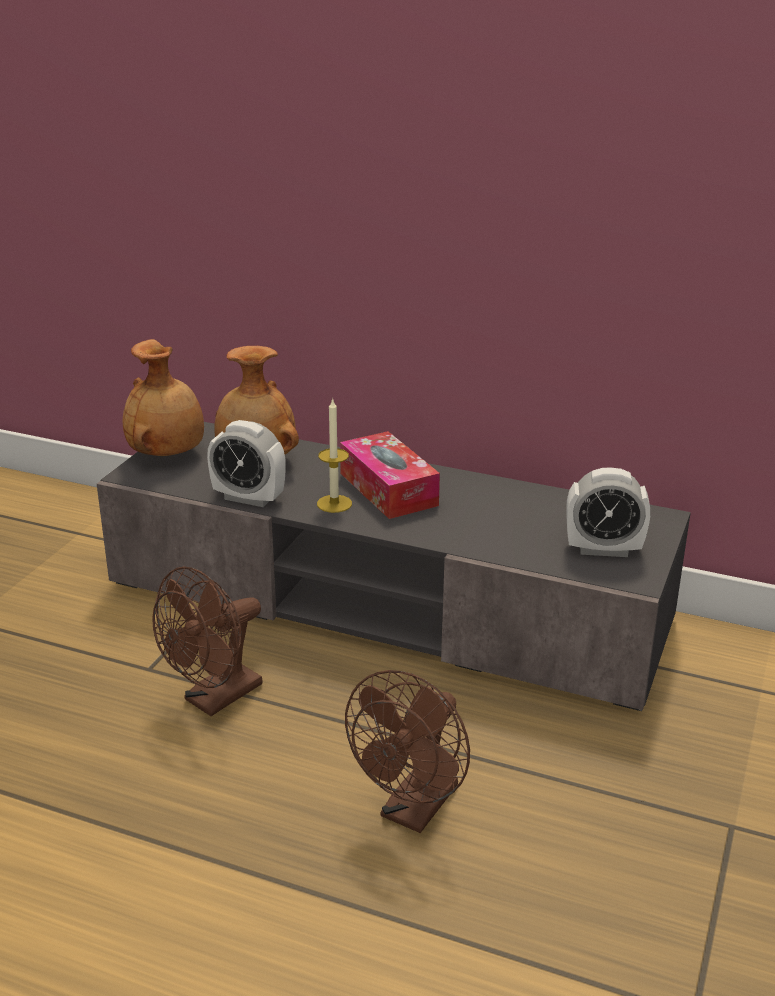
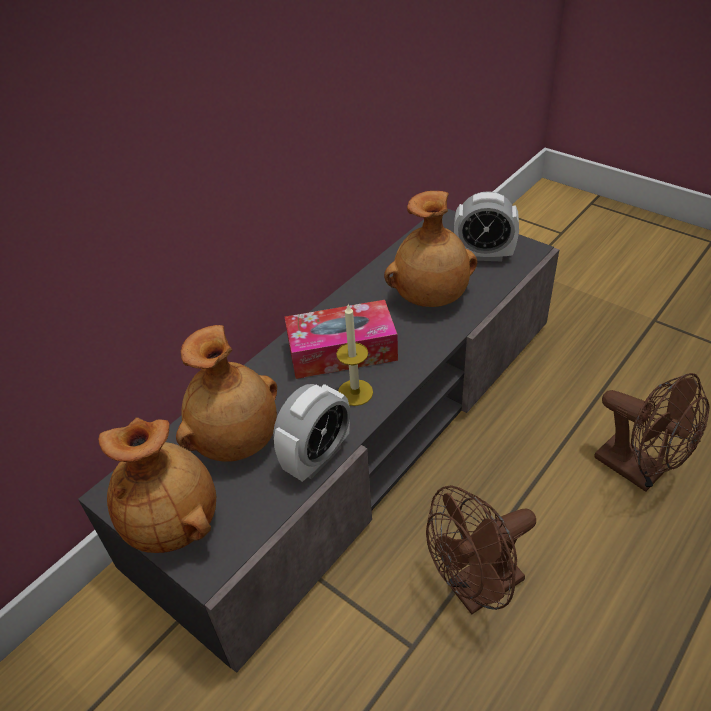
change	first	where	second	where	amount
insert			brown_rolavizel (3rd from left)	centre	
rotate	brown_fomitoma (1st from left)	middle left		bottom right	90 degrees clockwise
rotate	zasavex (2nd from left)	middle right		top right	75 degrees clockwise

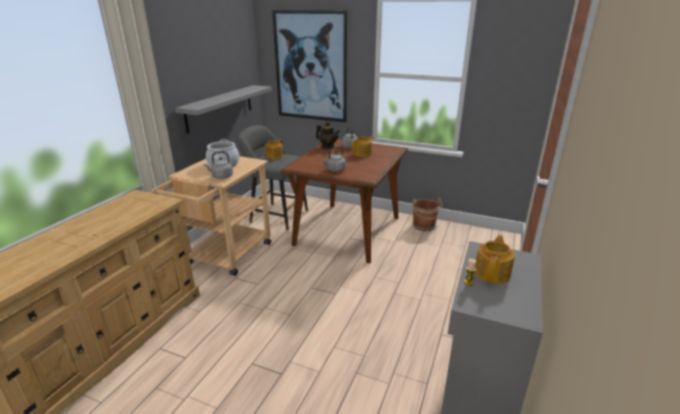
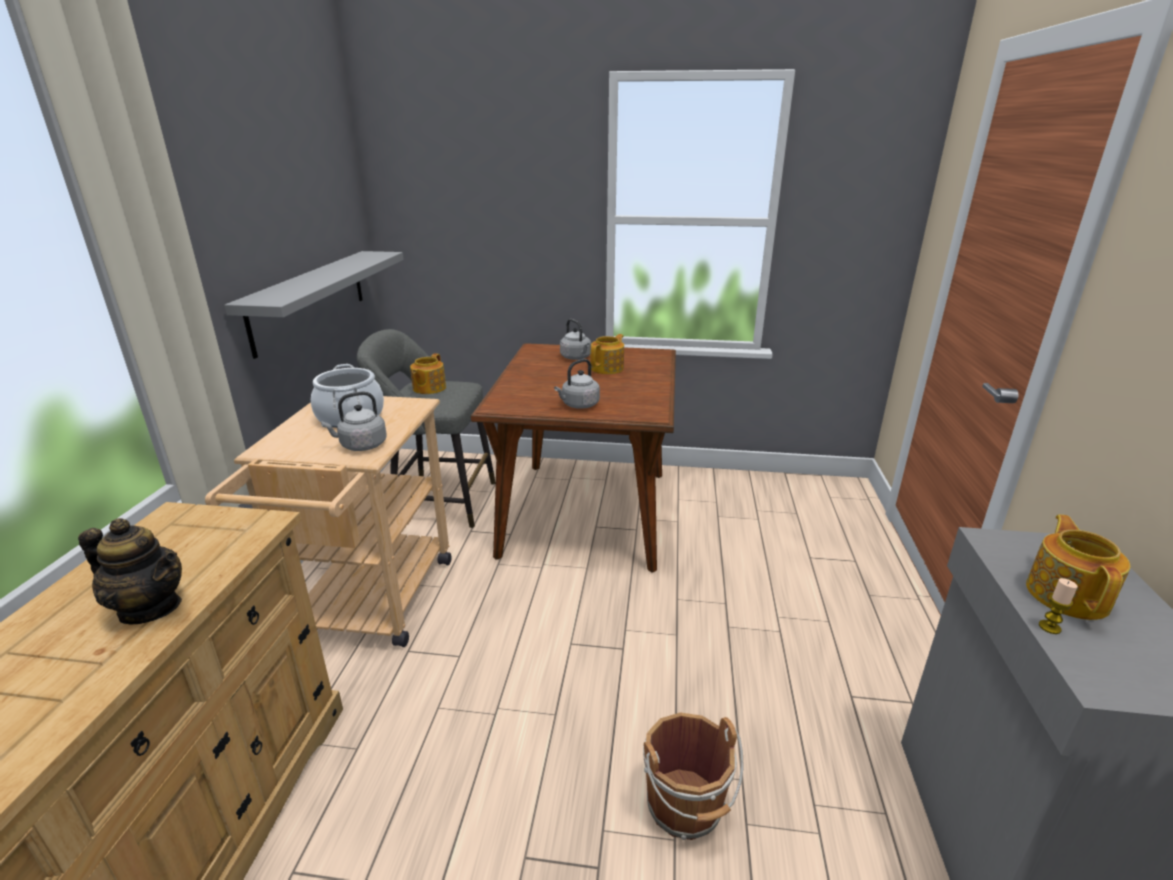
change	first	where	second	where	amount
move	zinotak (2nd from left in the first image)	top centre	zinotak (1st from left)	middle left	
move	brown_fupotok	centre		bottom centre	
delete	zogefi	top centre			

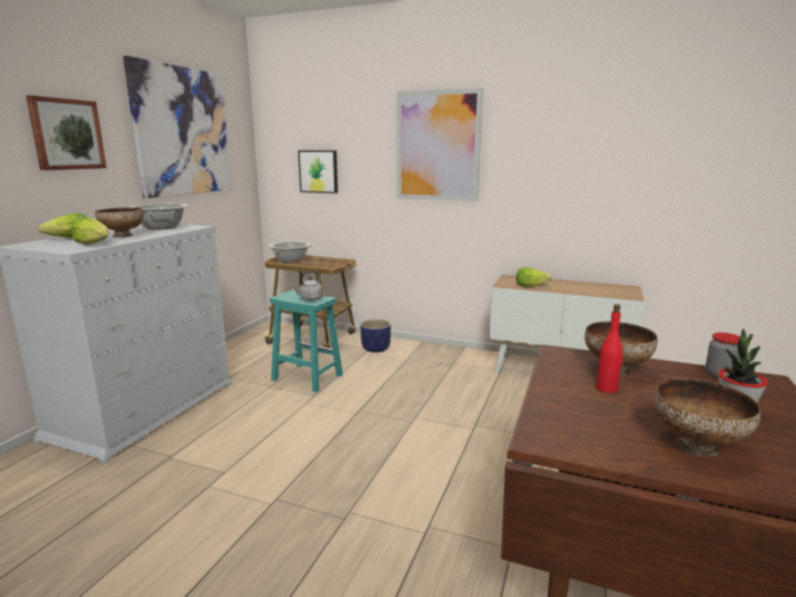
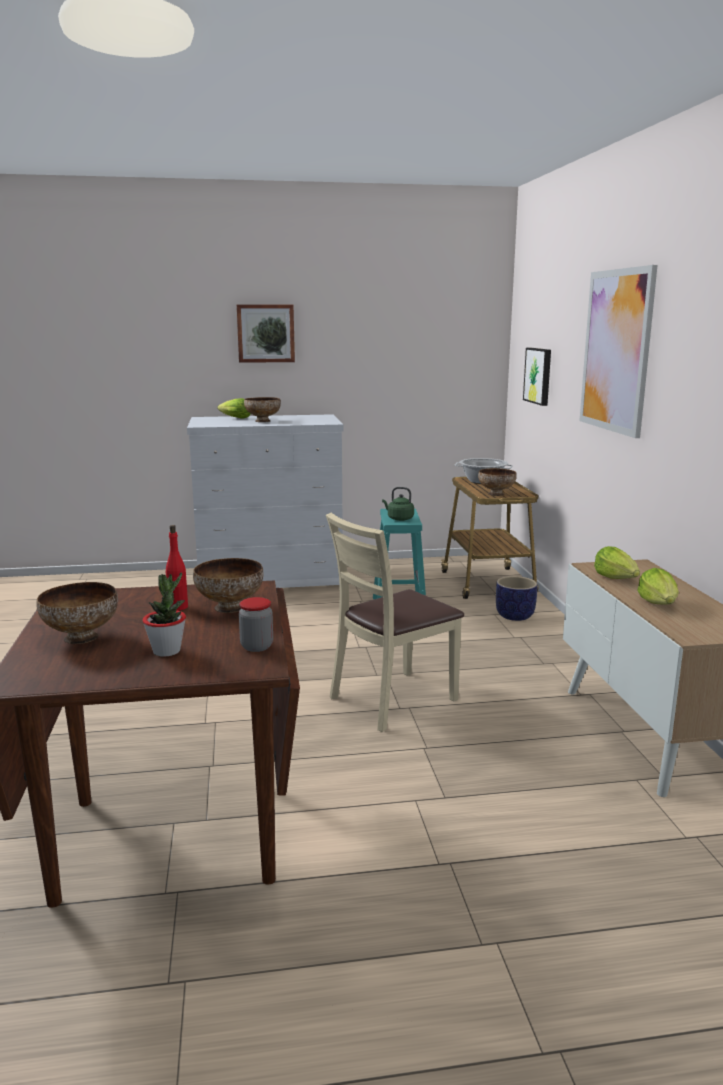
change	first	where	second	where	amount
insert			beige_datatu	centre	
recolor	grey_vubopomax	centre	green_vubopomax	centre	
insert			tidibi (4th from left)	middle right	
move	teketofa (2nd from left in the first image)	middle left	teketofa (3rd from left)	middle right	
delete	zogefi (2nd from left)	top left			
delete	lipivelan (1st from left)	middle left			

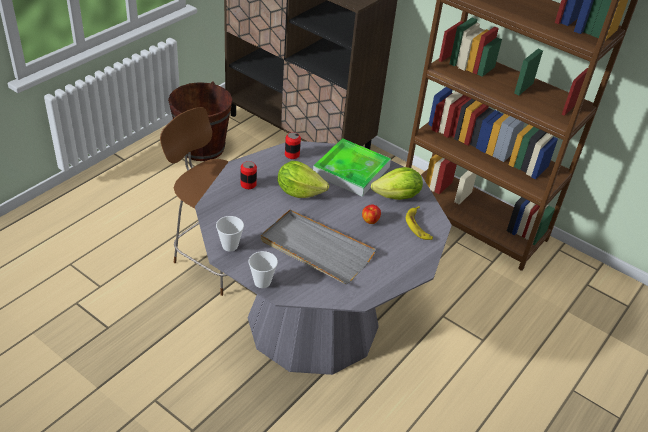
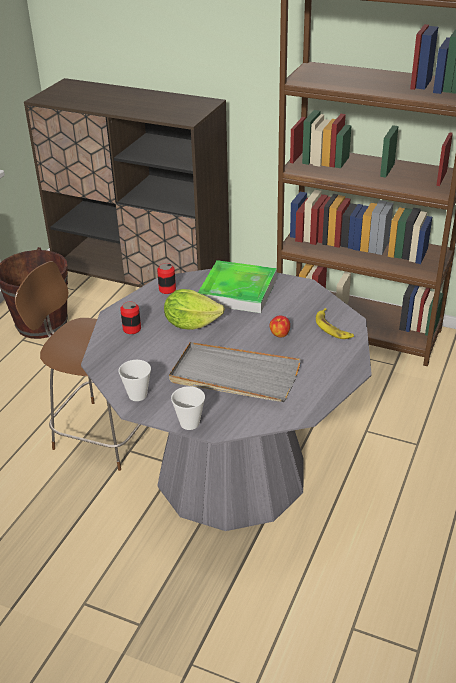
change	first	where	second	where	amount
delete	teketofa (2nd from left)	centre			

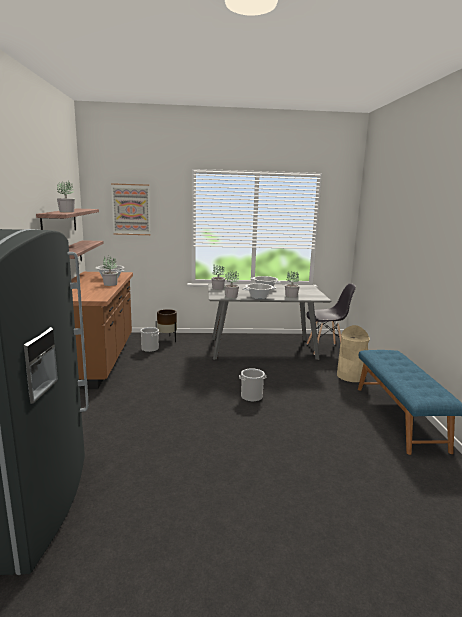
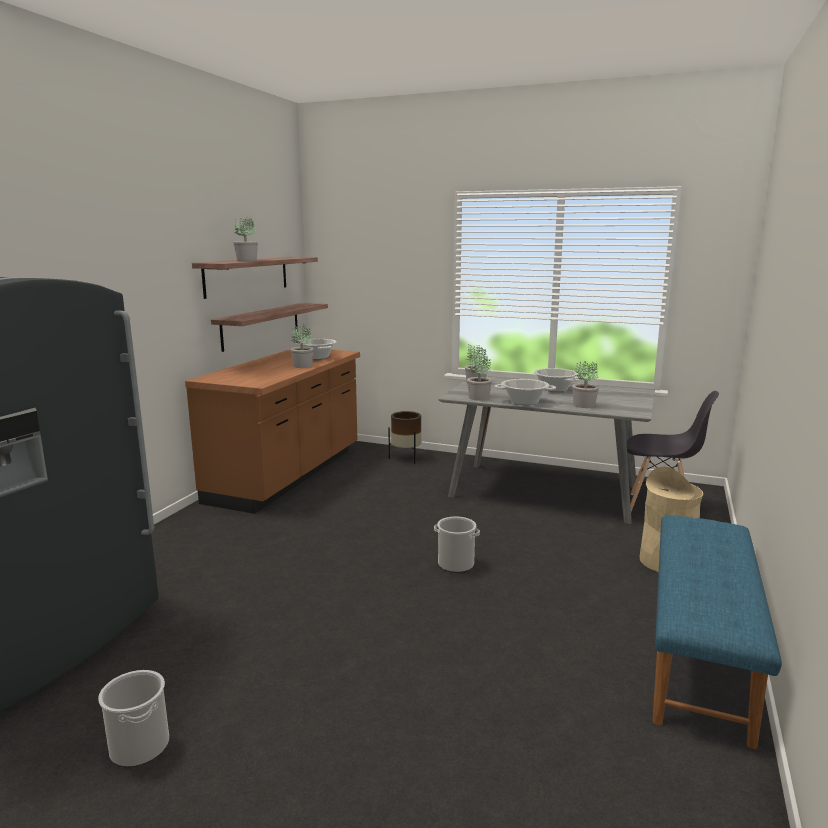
change	first	where	second	where	amount
move	fupotok (1st from left)	middle left		bottom left	
delete	zogefi	middle left			

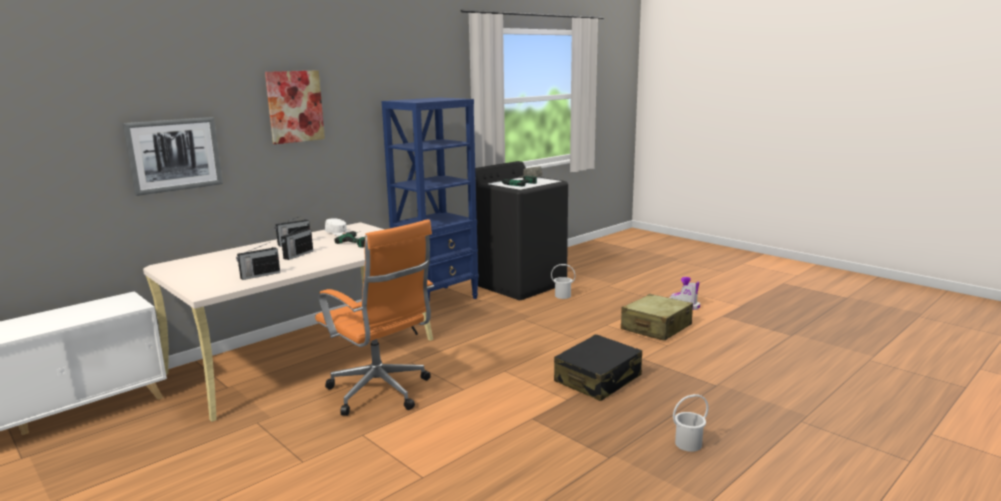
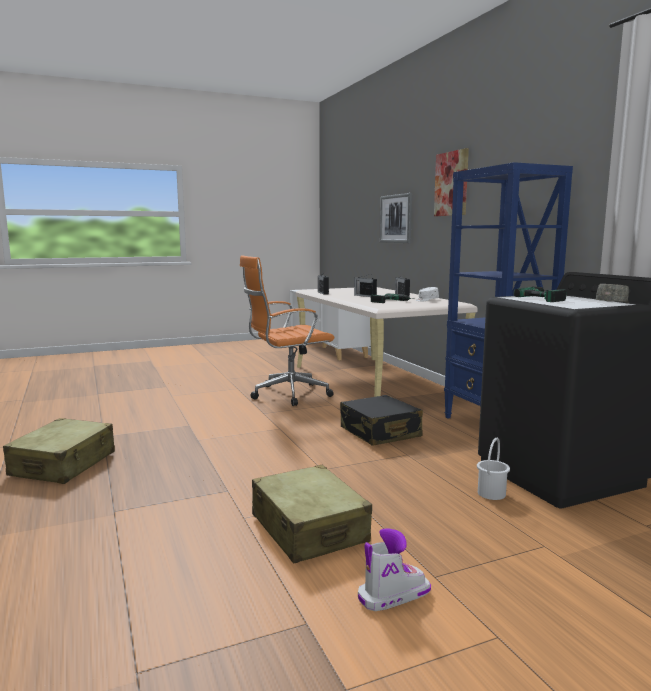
change	first	where	second	where	amount
replace	white_fupotok (2nd from left)	bottom right	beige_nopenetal (1st from left)	middle left	
move	black_nopenetal	bottom centre		centre	

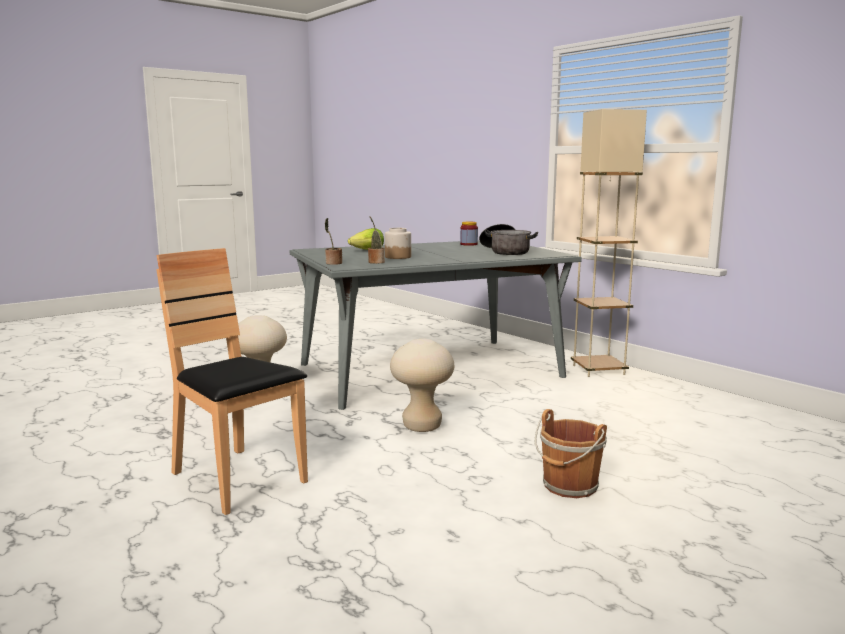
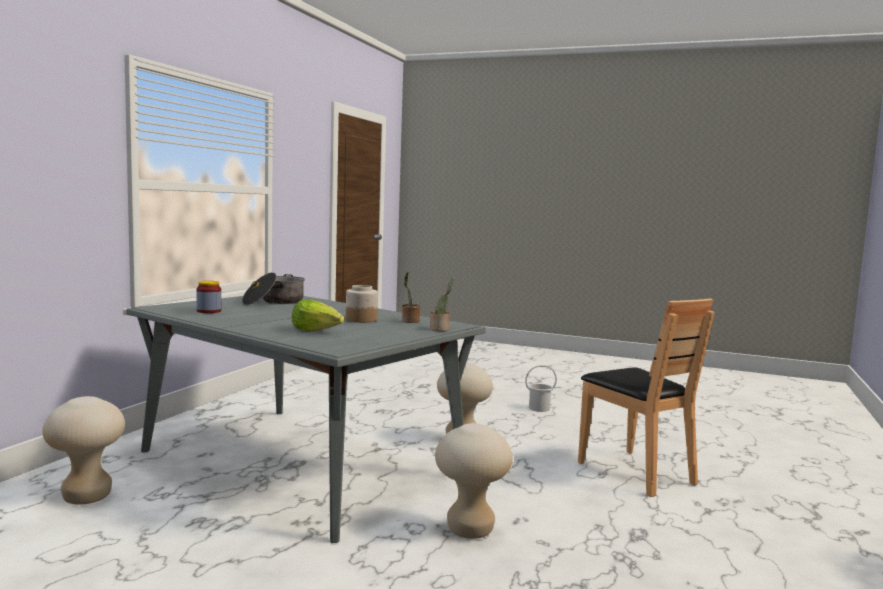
change	first	where	second	where	amount
insert			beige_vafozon (1st from left)	bottom left	
insert			white_fupotok	centre	
rotate	brown_datatu	middle left		bottom right	45 degrees counterclockwise
delete	brown_fupotok	bottom right			
delete	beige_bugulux	middle right			

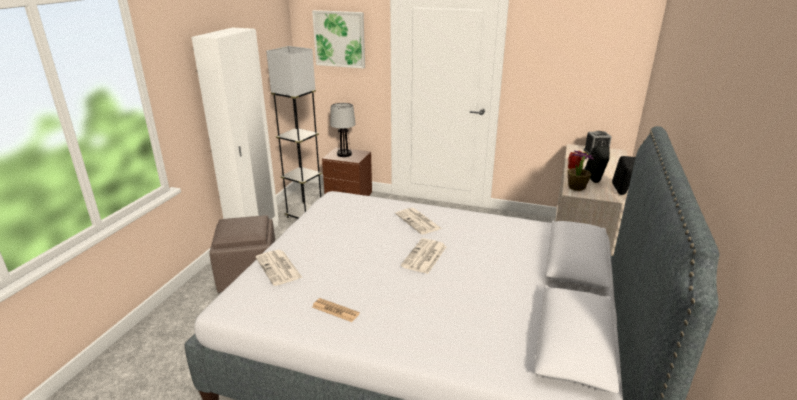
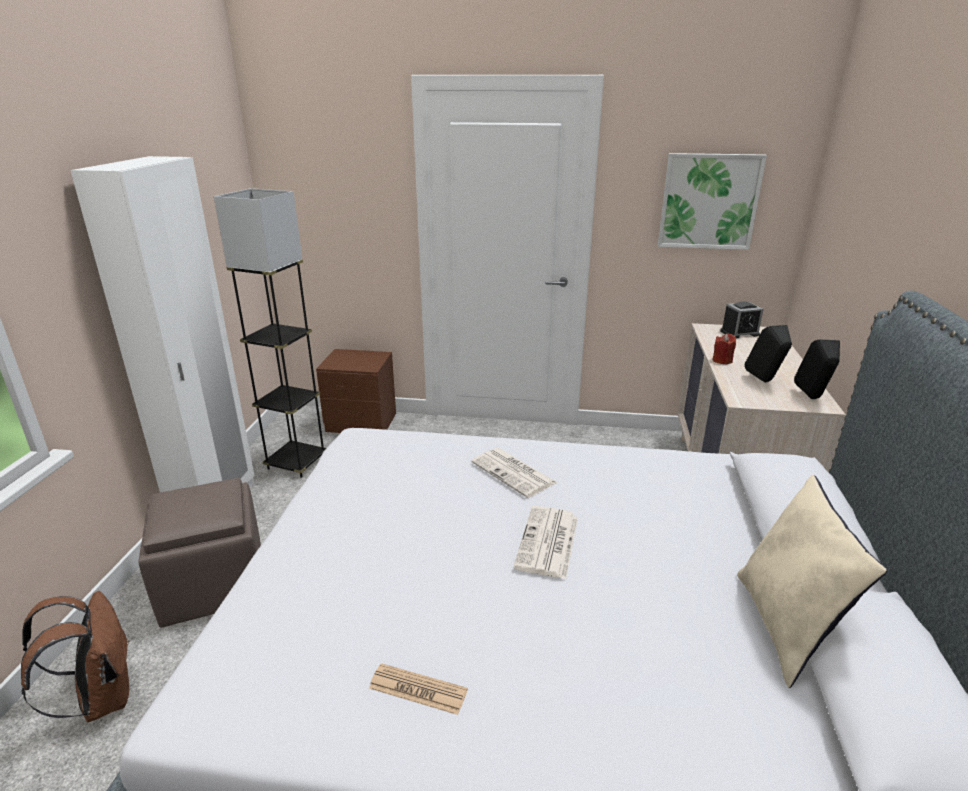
change	first	where	second	where	amount
insert			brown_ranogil	bottom left	
move	zogefi	top centre		top right	
insert			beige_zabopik	bottom right	
delete	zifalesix (1st from left)	bottom centre			
delete	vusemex	top centre			
delete	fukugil	middle right			

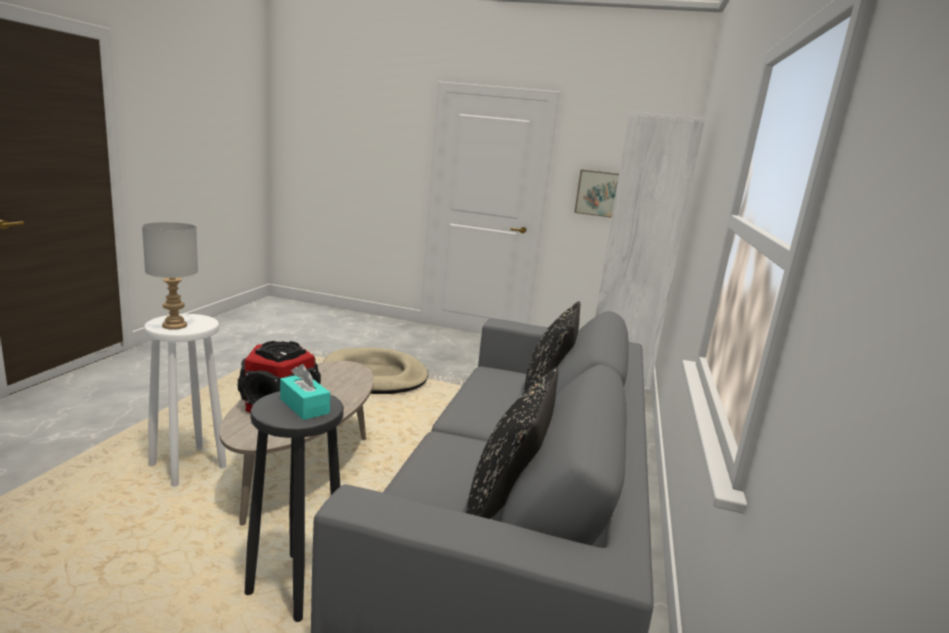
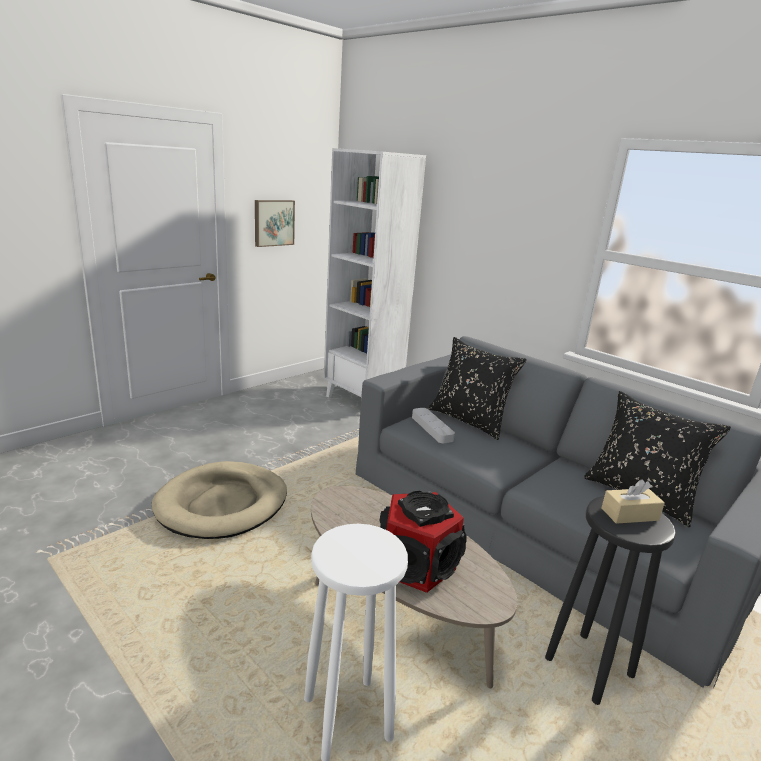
change	first	where	second	where	amount
insert			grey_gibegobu	centre	
recolor	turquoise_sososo	middle left	beige_sososo	middle right	
delete	grey_vusemex	middle left			

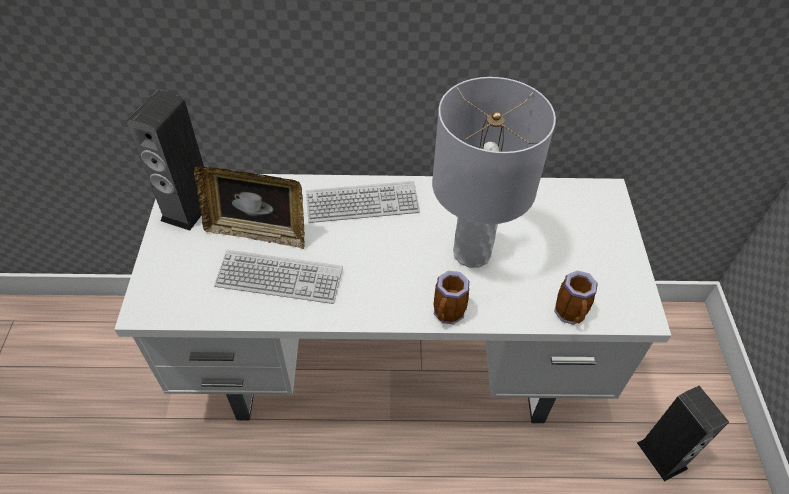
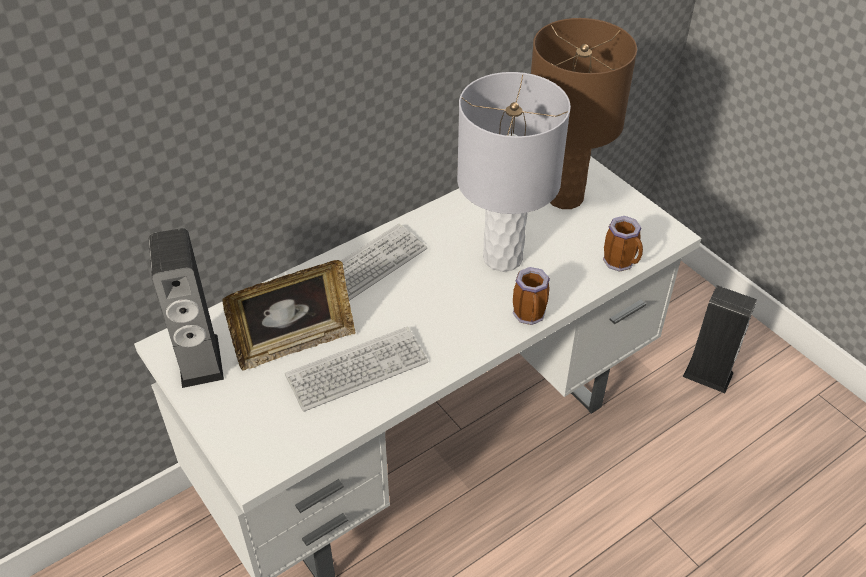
change	first	where	second	where	amount
insert			brown_vusemex	top right	

